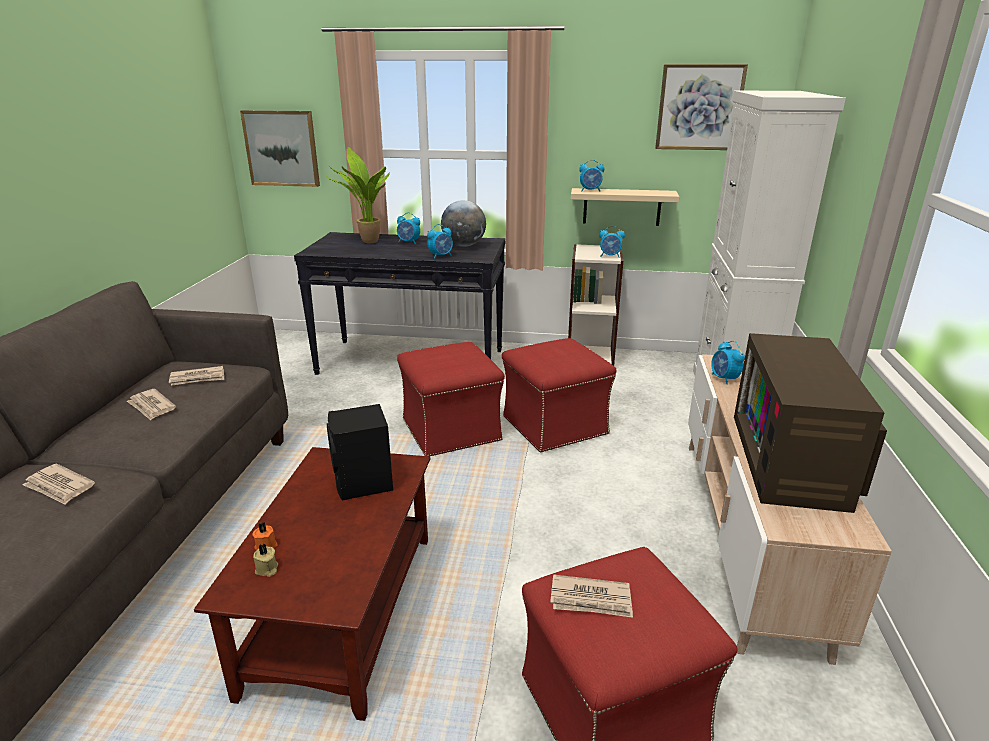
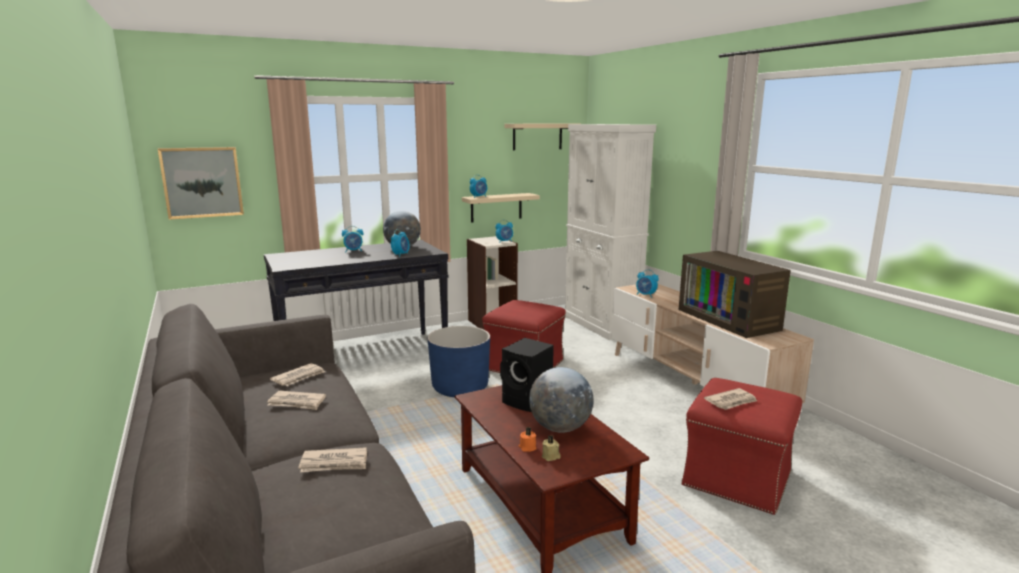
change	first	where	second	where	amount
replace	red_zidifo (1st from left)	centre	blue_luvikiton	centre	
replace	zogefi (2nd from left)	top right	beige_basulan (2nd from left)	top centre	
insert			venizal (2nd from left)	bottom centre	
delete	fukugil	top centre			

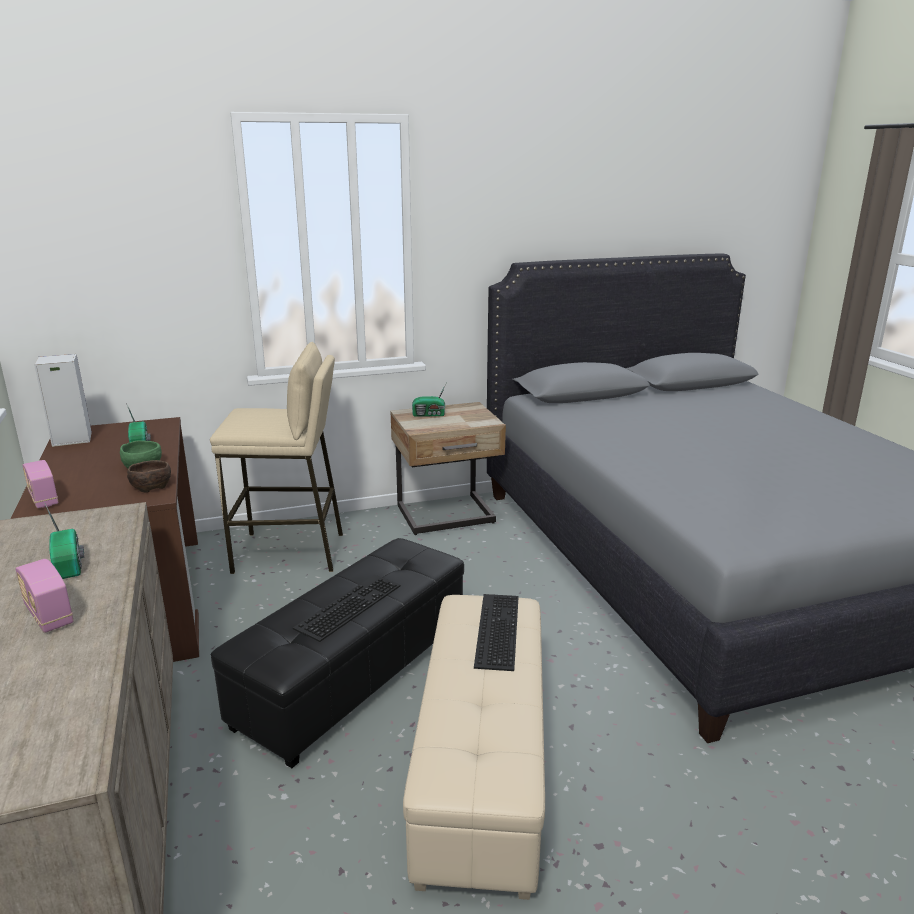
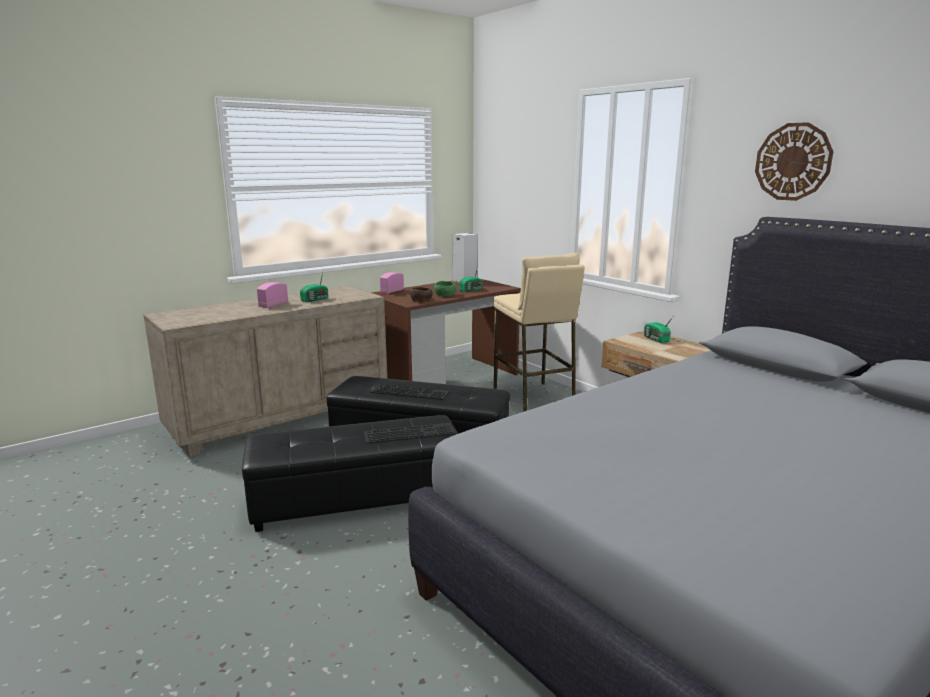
change	first	where	second	where	amount
recolor	beige_zidifo	bottom centre	black_zidifo (1st from left)	bottom centre	
insert			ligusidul	top right	

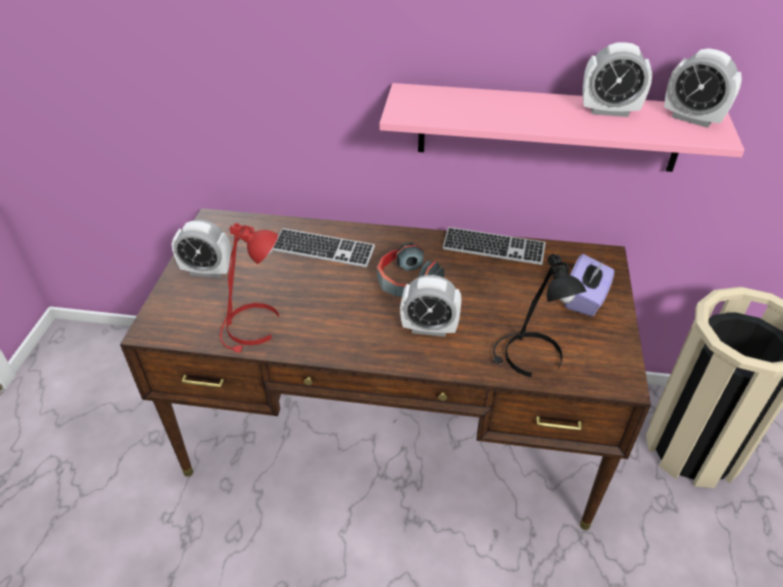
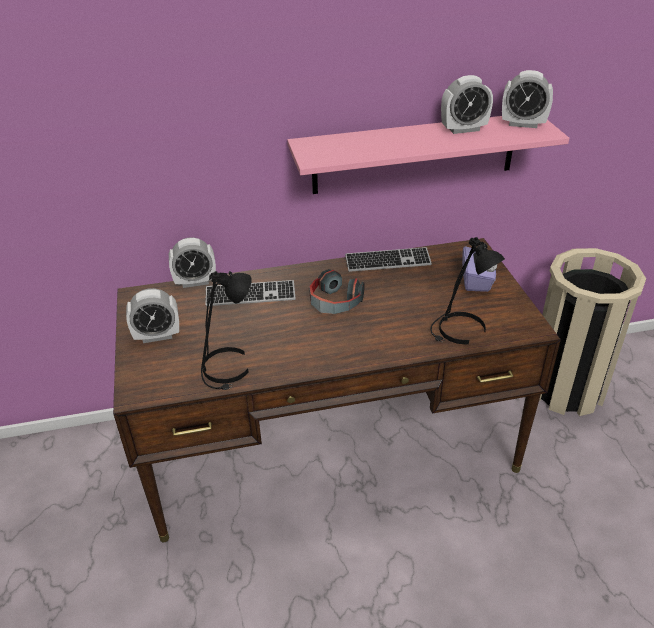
change	first	where	second	where	amount
move	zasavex (2nd from left)	centre		middle left	
recolor	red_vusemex	middle left	black_vusemex (1st from left)	centre	

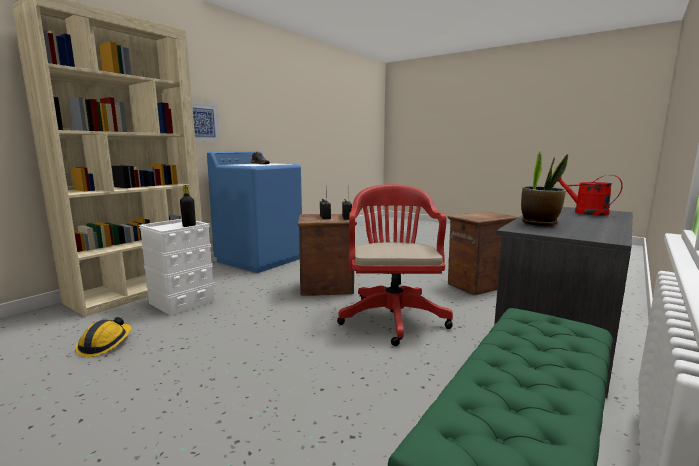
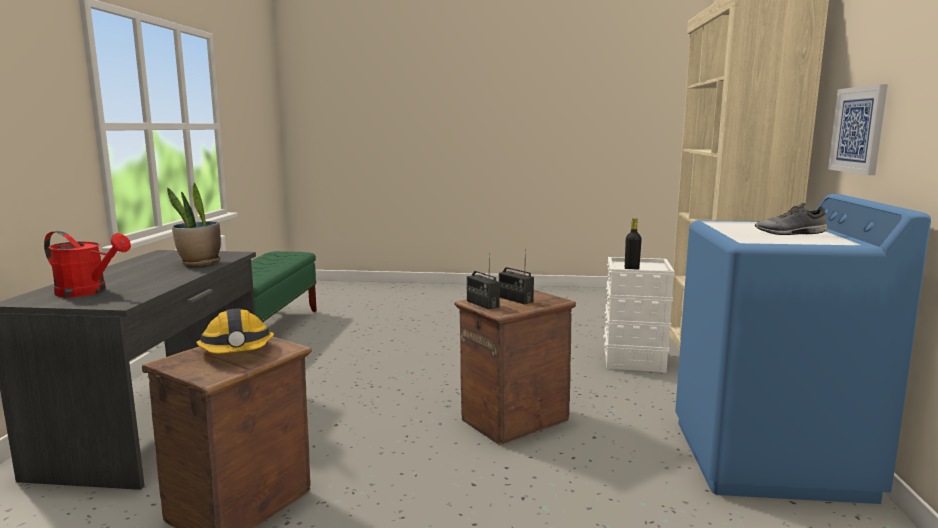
change	first	where	second	where	amount
move	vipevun	bottom left		middle left	
delete	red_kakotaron	centre			

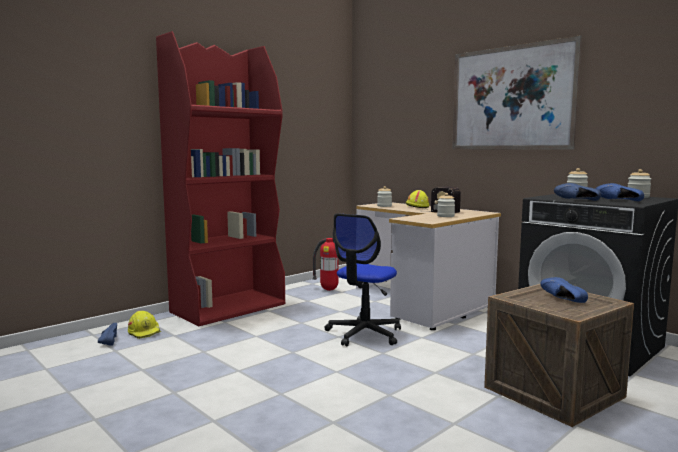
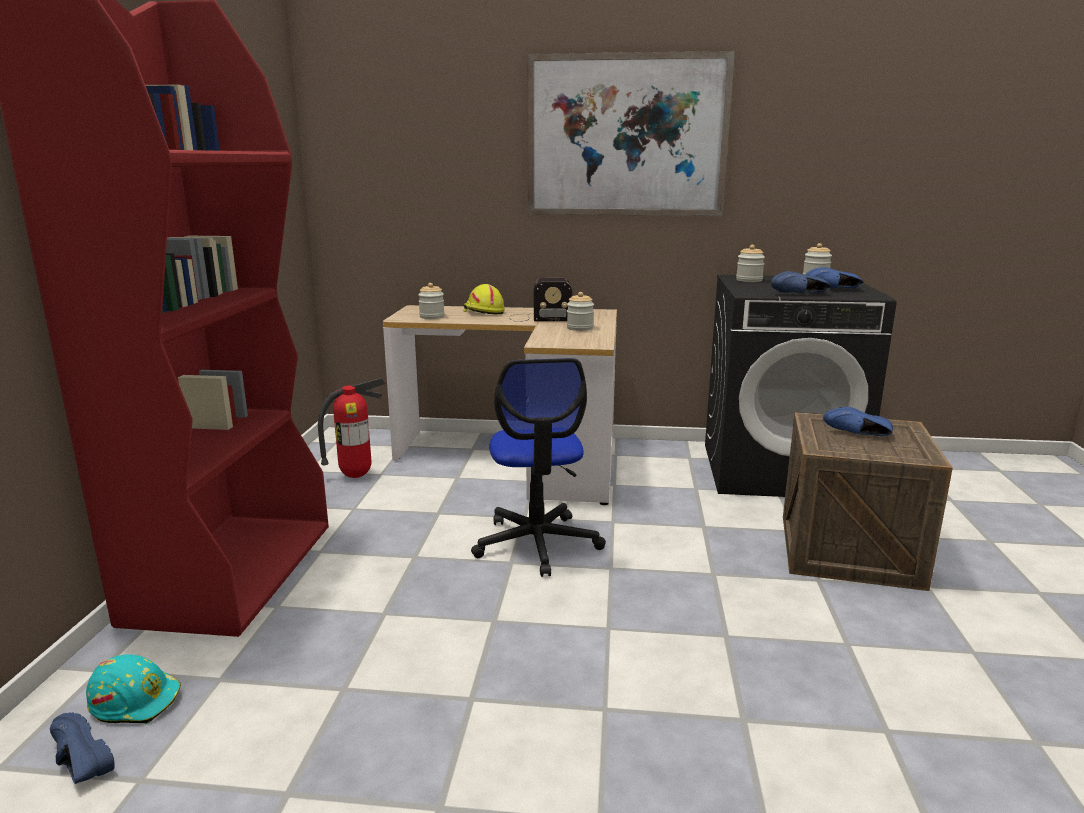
change	first	where	second	where	amount
recolor	yellow_vipevun (1st from left)	bottom left	turquoise_vipevun	bottom left	

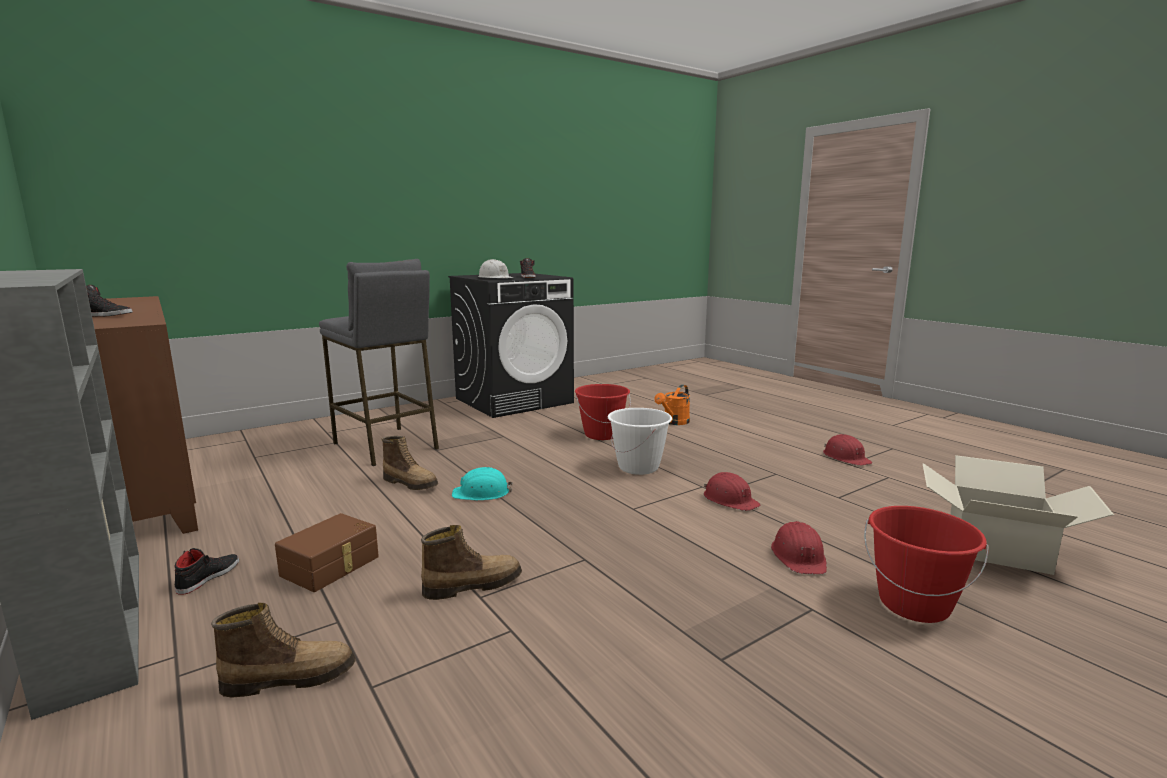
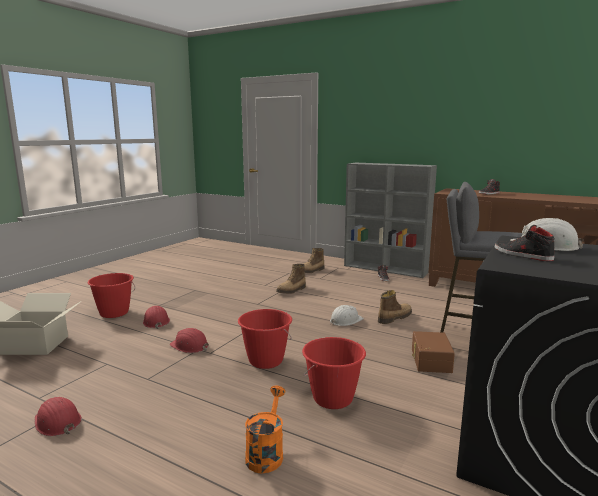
change	first	where	second	where	amount
recolor	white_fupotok	centre	red_fupotok (2nd from left)	bottom centre	
recolor	turquoise_vipevun	centre	white_vipevun (1st from left)	centre	
rotate	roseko (2nd from left in the first image)	centre	roseko (3rd from left)	centre	135 degrees clockwise
move	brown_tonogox	bottom left		bottom right	

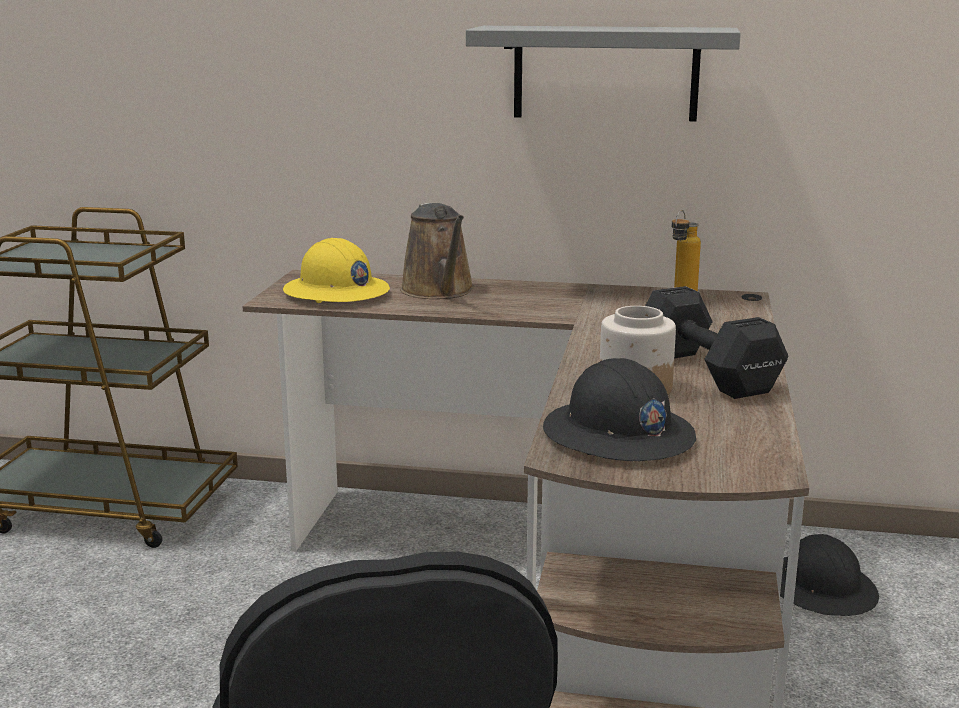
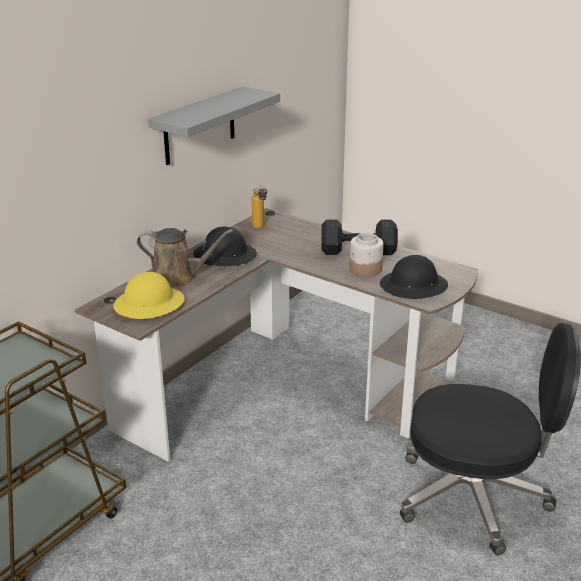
change	first	where	second	where	amount
move	black_vipevun (2nd from left in the first image)	bottom right	black_vipevun (1st from left)	centre	

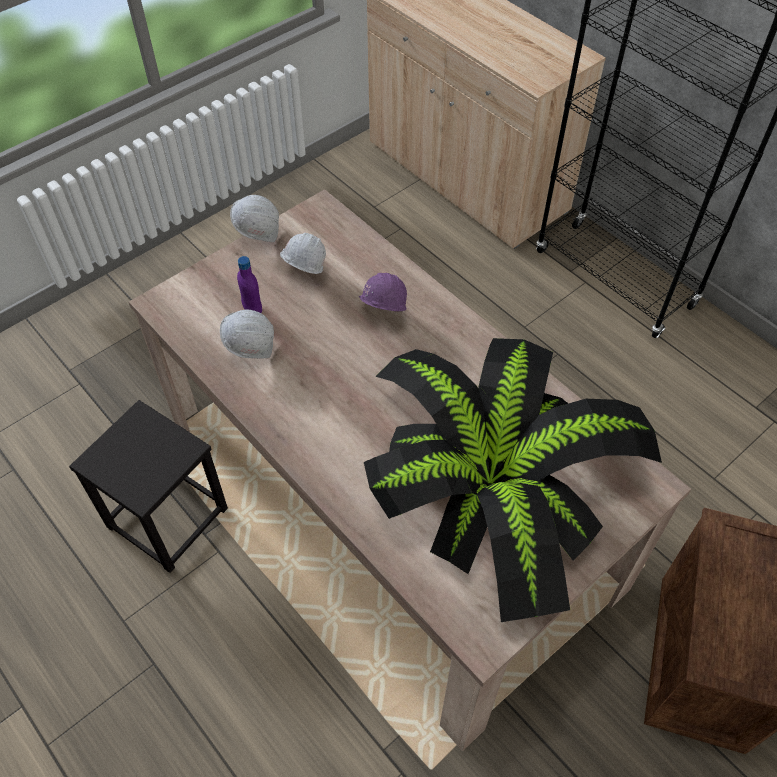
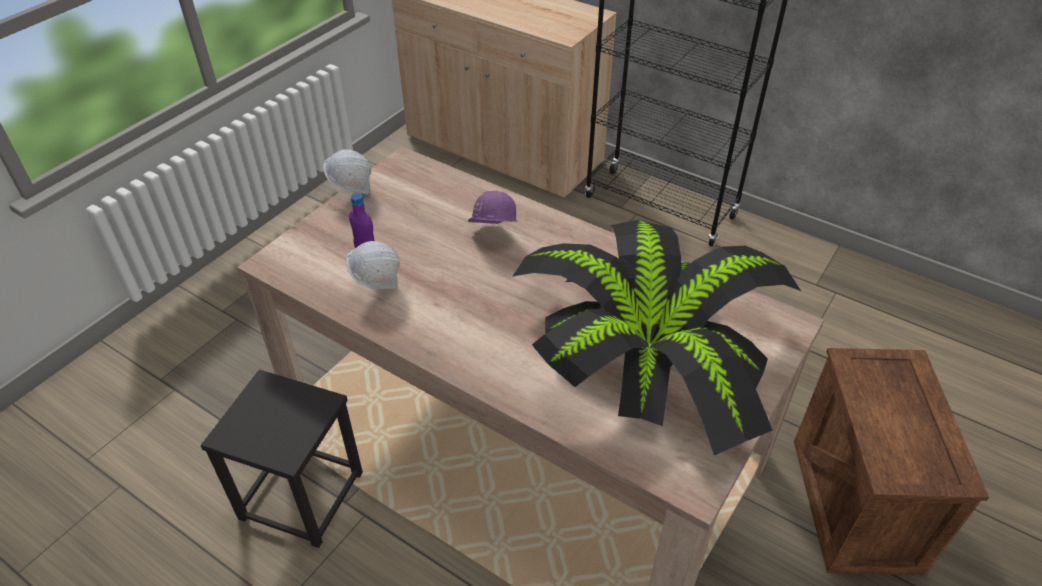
change	first	where	second	where	amount
delete	white_vipevun (3rd from left)	top centre			

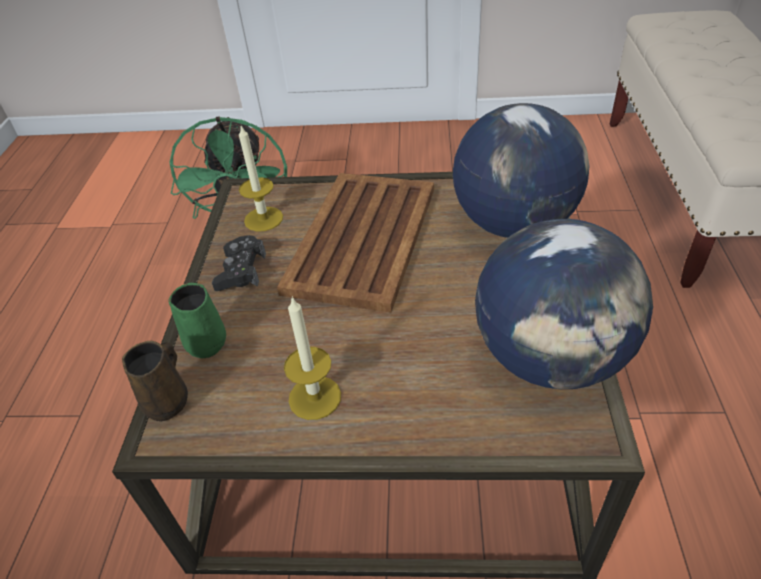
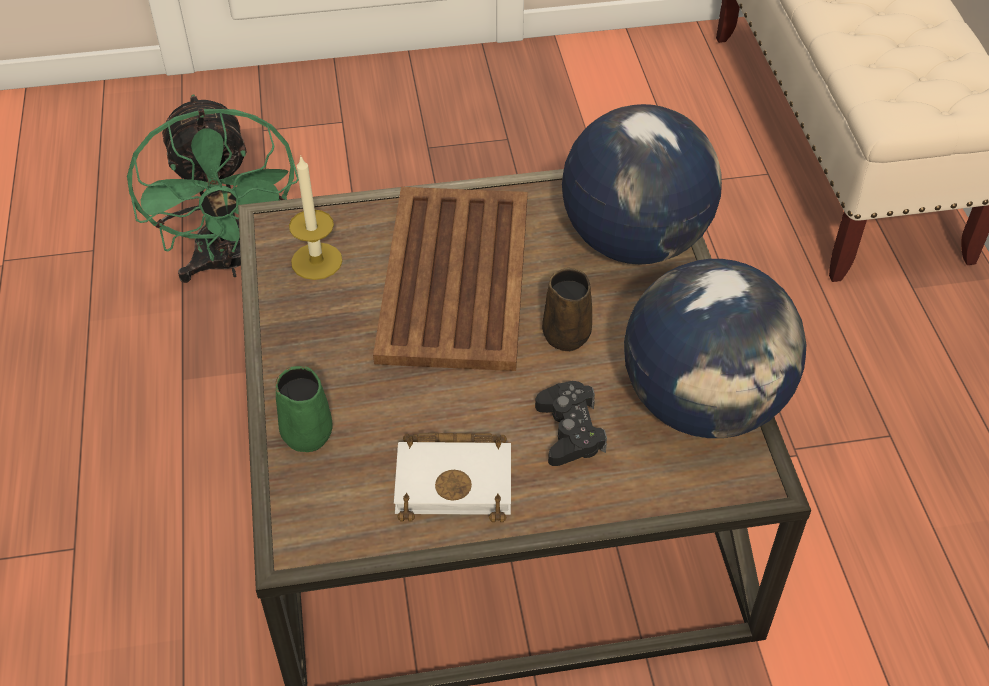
change	first	where	second	where	amount
replace	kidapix (2nd from left)	centre	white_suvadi	bottom centre	
move	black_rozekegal	middle left		centre	
move	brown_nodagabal	middle left		centre	

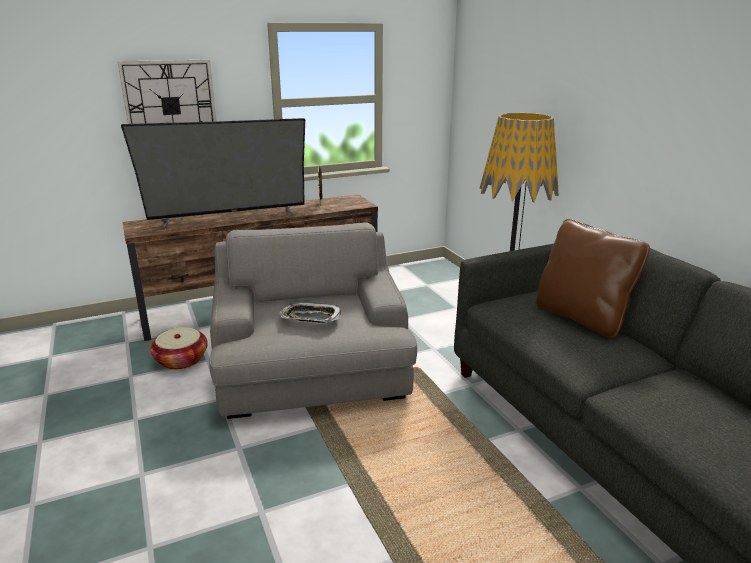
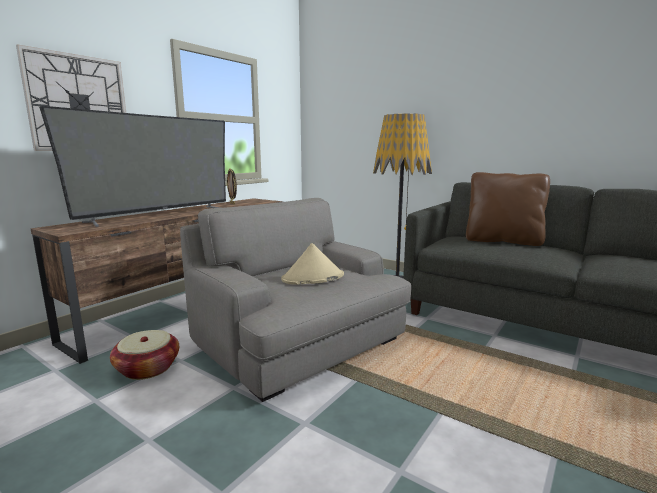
change	first	where	second	where	amount
replace	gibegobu	centre	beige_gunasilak	centre	

